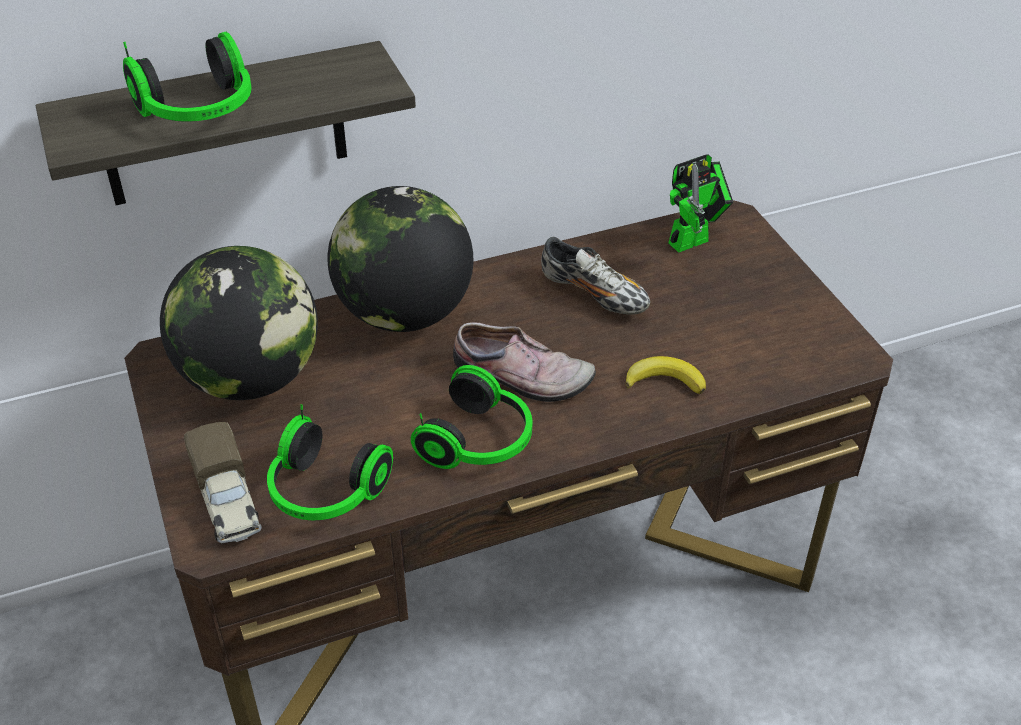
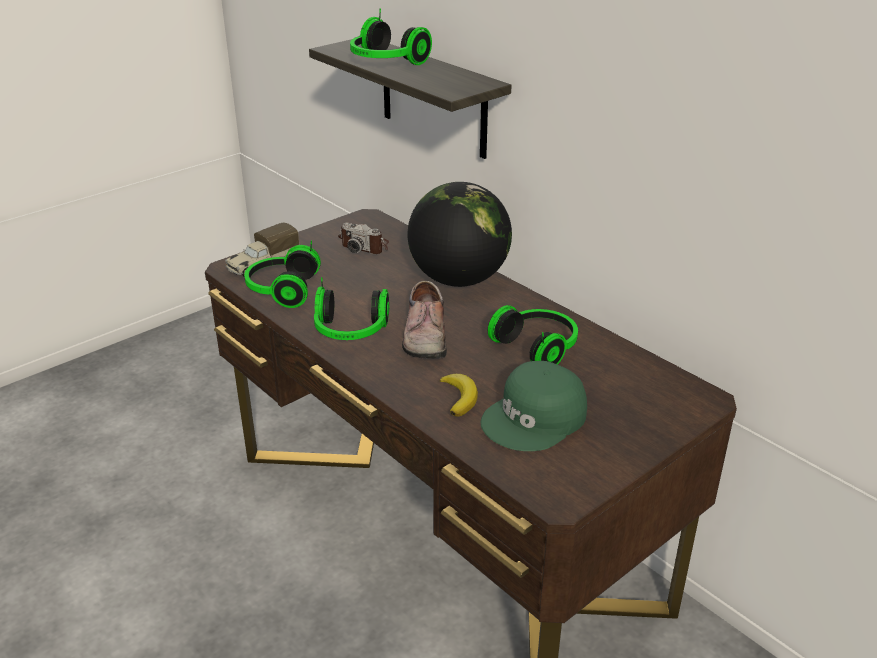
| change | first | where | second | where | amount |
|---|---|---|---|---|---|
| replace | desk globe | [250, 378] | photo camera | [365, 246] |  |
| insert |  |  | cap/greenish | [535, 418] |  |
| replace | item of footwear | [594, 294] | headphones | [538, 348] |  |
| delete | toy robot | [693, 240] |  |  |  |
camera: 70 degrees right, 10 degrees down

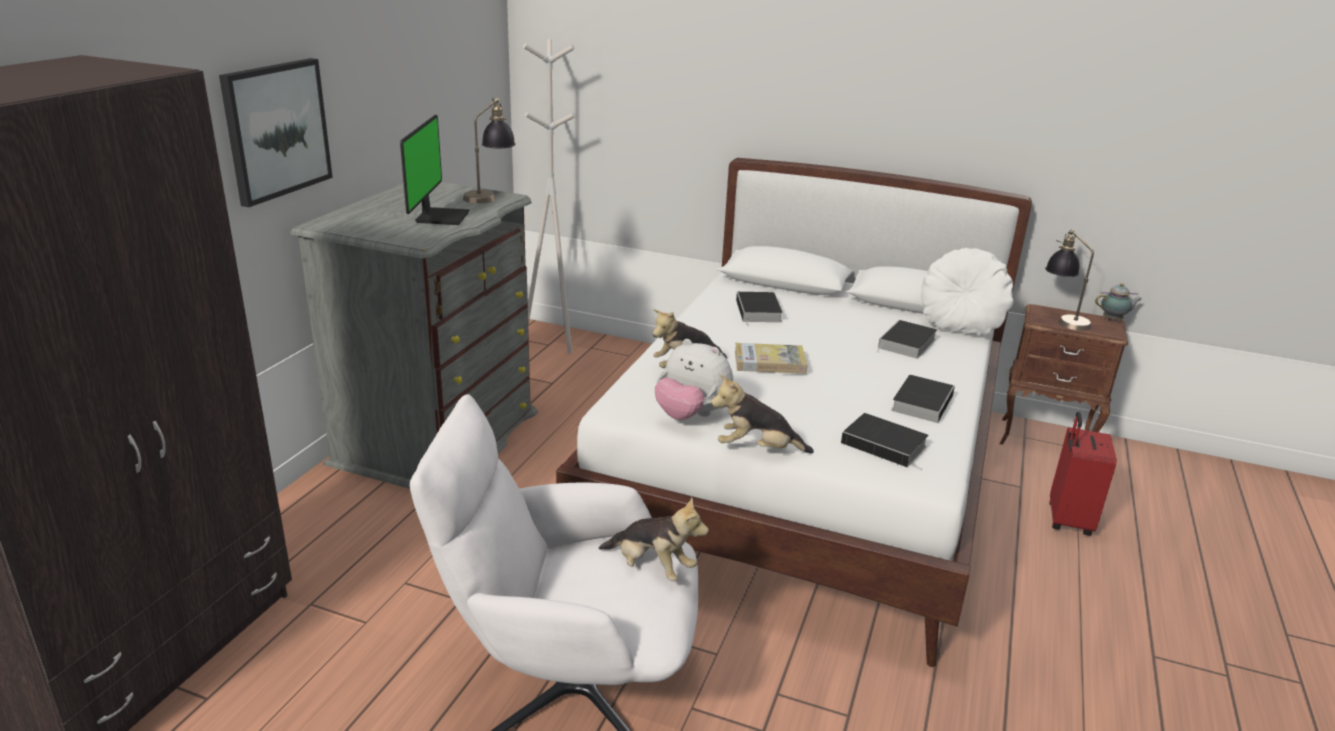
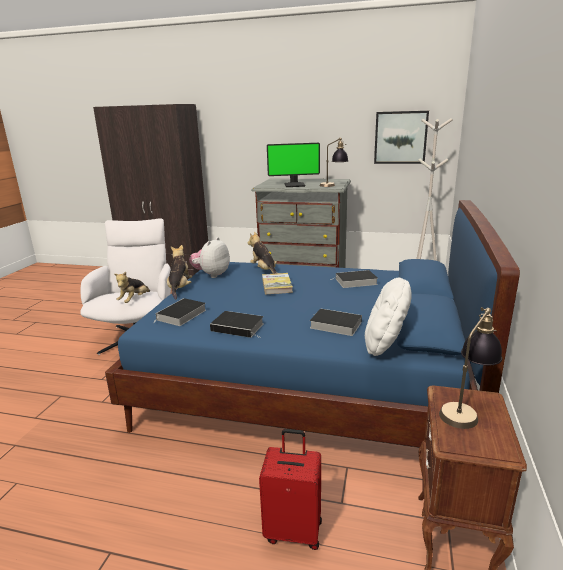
| change | first | where | second | where | amount |
|---|---|---|---|---|---|
| recolor | sleeping bed/white | [804, 478] | sleeping bed/blue | [307, 386] |  |
| move | picture | [276, 130] |  | [400, 137] |  |
| delete | teapot | [1113, 320] |  |  |  |
camera: 85 degrees right, 5 degrees down

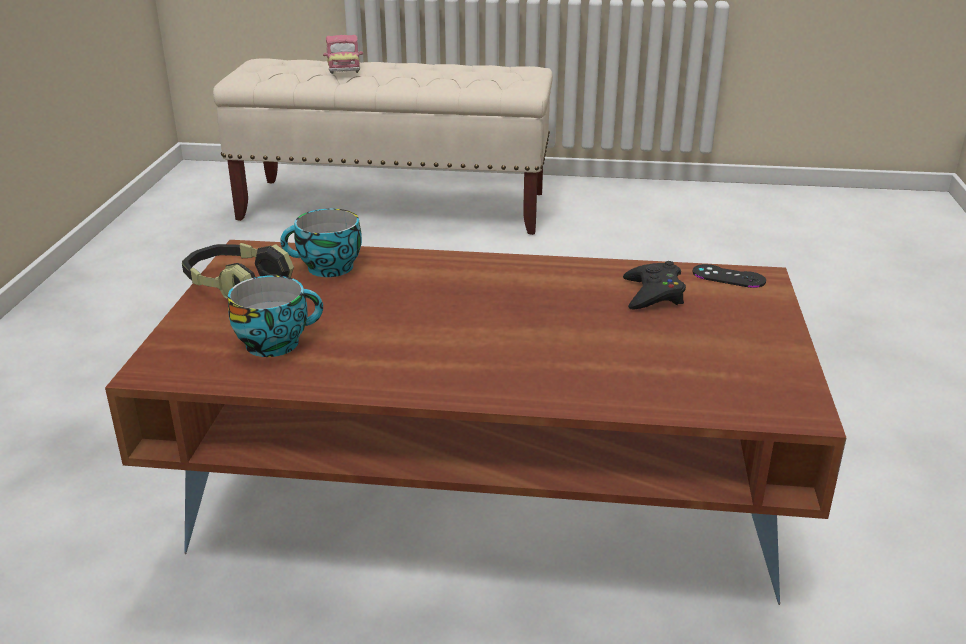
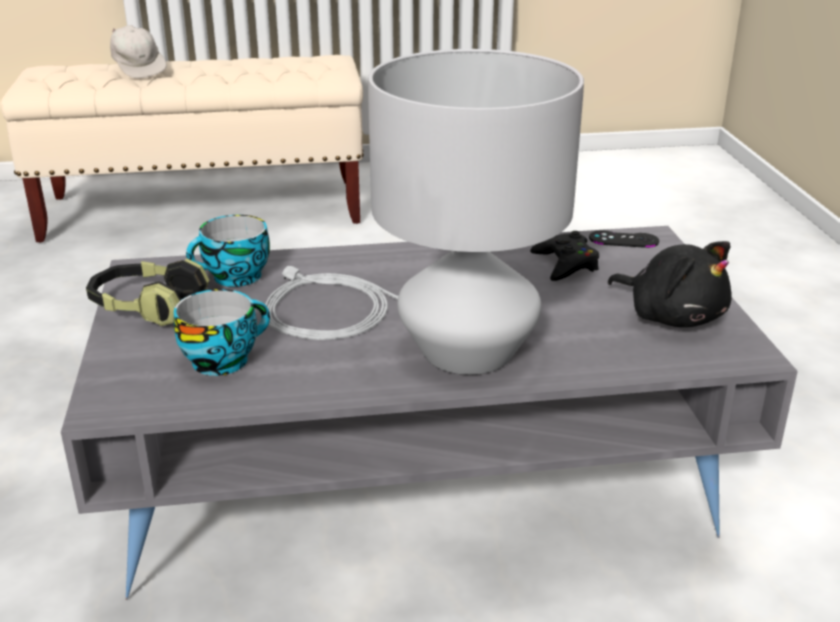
| change | first | where | second | where | amount |
|---|---|---|---|---|---|
| recolor | coffee table/brownish | [484, 515] | coffee table/greyish | [420, 504] |  |
| replace | model car | [343, 68] | cap/white | [139, 69] |  |
| insert |  |  | tabletop lamp/greyish | [410, 332] |  |
| insert |  |  | plush toy/black | [672, 316] |  |
camera: 15 degrees left, 0 degrees up

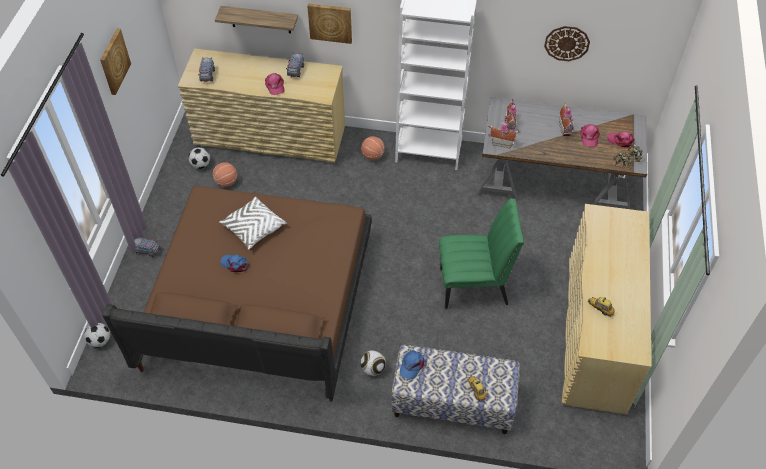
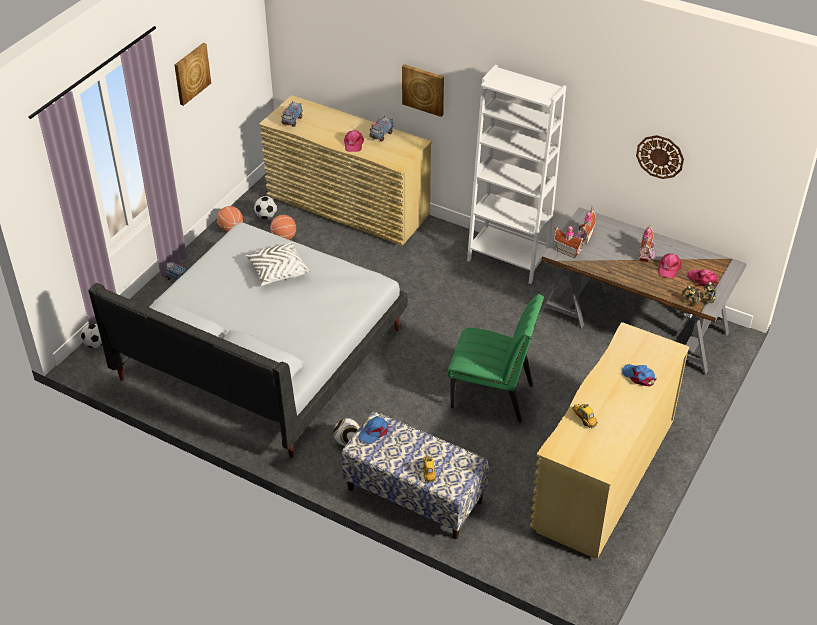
| change | first | where | second | where | amount |
|---|---|---|---|---|---|
| recolor | sleeping bed/brownish | [259, 304] | sleeping bed/greyish | [262, 353] |  |
| move | basketball | [372, 156] |  | [231, 228] |  |
| move | cap/blue | [235, 264] |  | [639, 376] |  |
| delete | wall shelf | [260, 19] |  |  |  |
camera: 20 degrees right, 10 degrees down

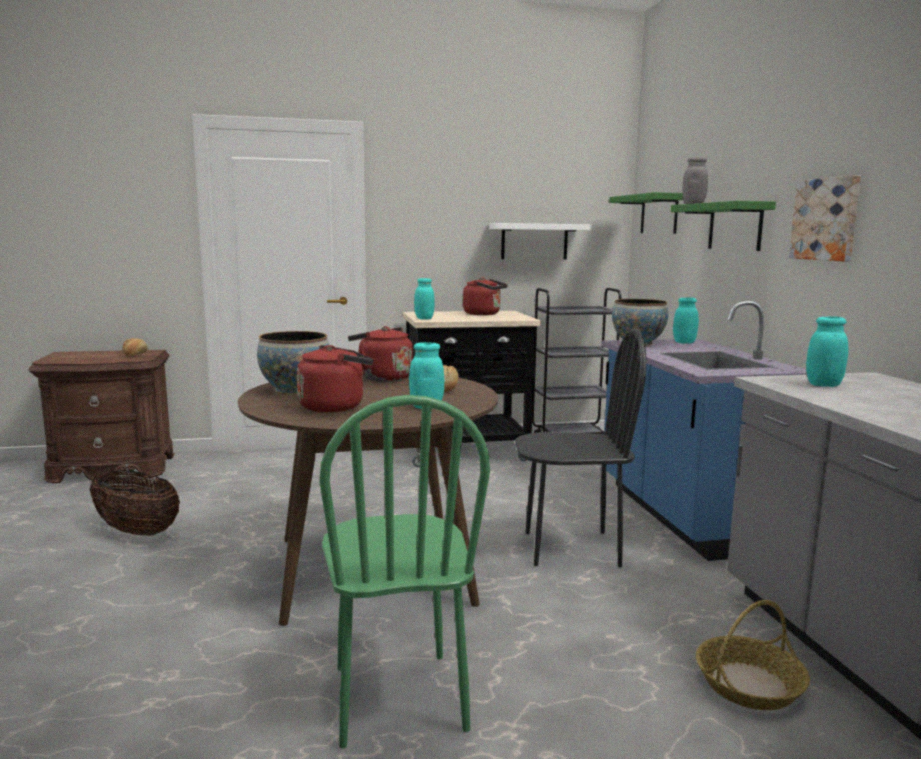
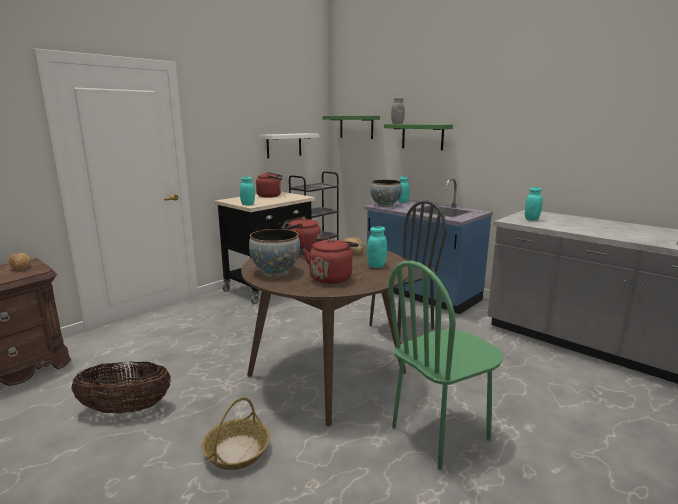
| change | first | where | second | where | amount |
|---|---|---|---|---|---|
| move | household basket | [749, 685] |  | [237, 451] |  |
| rotate | chair/greenish | [397, 697] |  | [440, 434] | 105 degrees clockwise |
| delete | picture | [827, 219] |  |  |  |
camera: 35 degrees left, 5 degrees up

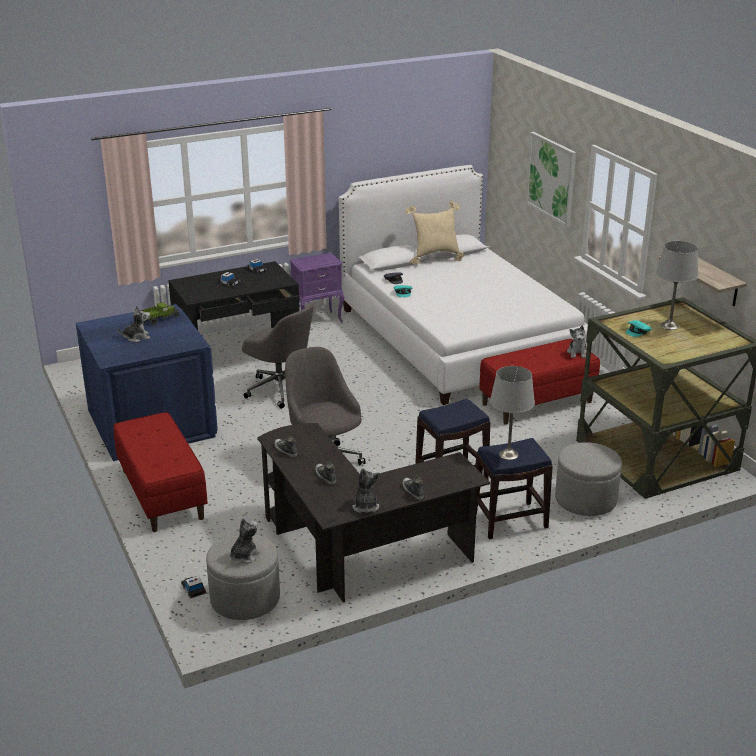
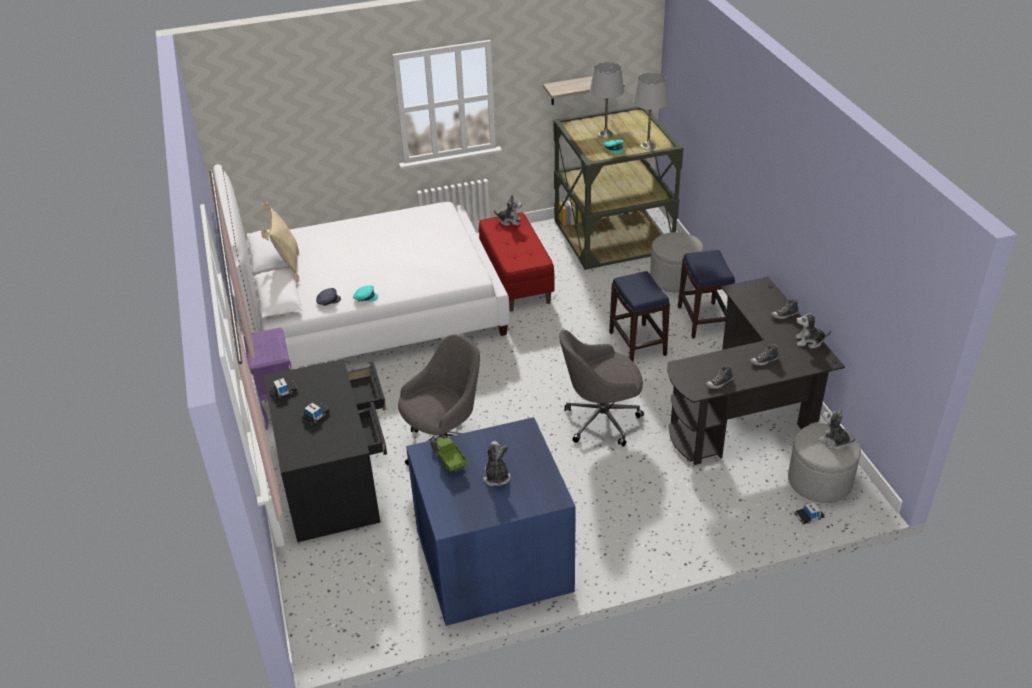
| change | first | where | second | where | amount |
|---|---|---|---|---|---|
| move | tabletop lamp/greyish | [508, 455] |  | [648, 146] |  |
| delete | indoor bench/red | [161, 494] |  |  |  |
| delete | picture | [551, 178] |  |  |  |
camera: 80 degrees left, 10 degrees up

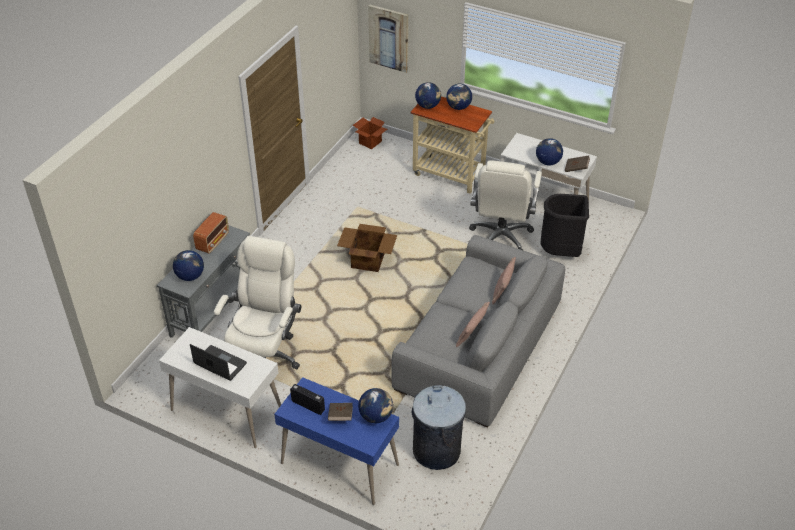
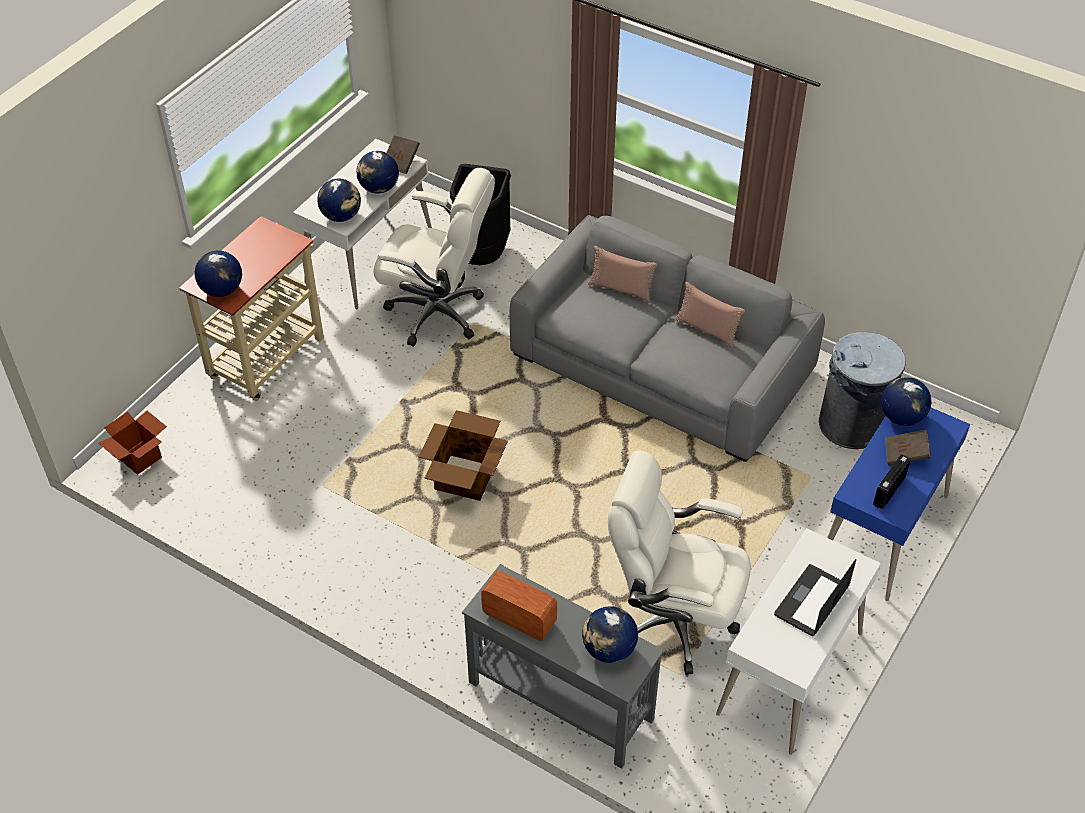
| change | first | where | second | where | amount |
|---|---|---|---|---|---|
| move | desk globe | [458, 107] |  | [341, 216] |  |
| delete | picture | [389, 38] |  |  |  |
camera: 85 degrees left, 5 degrees up

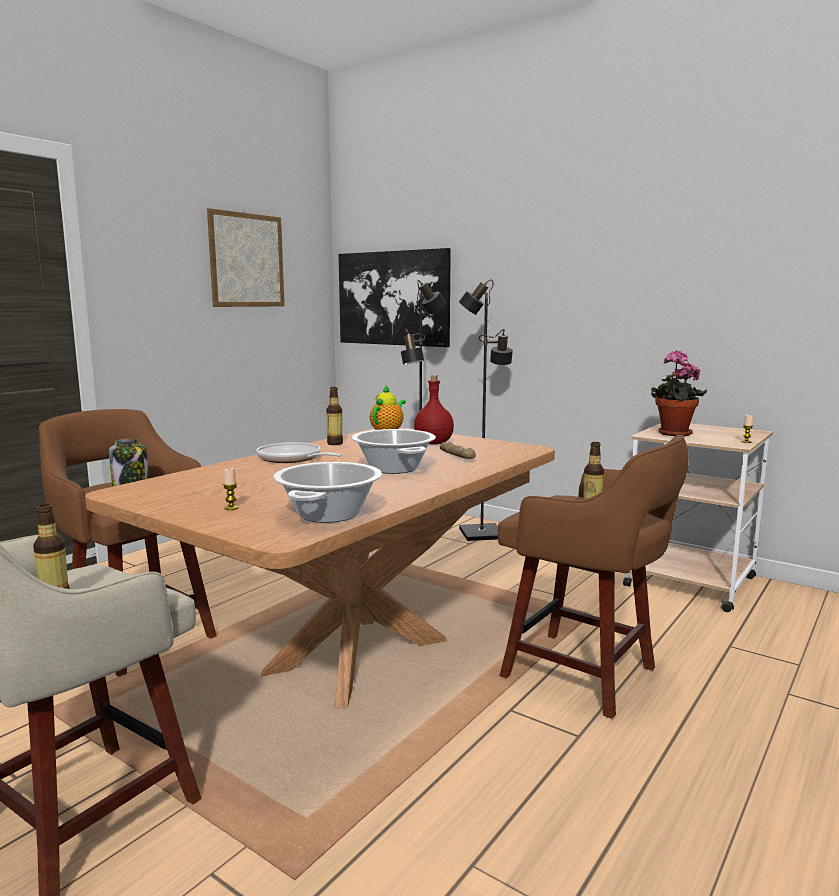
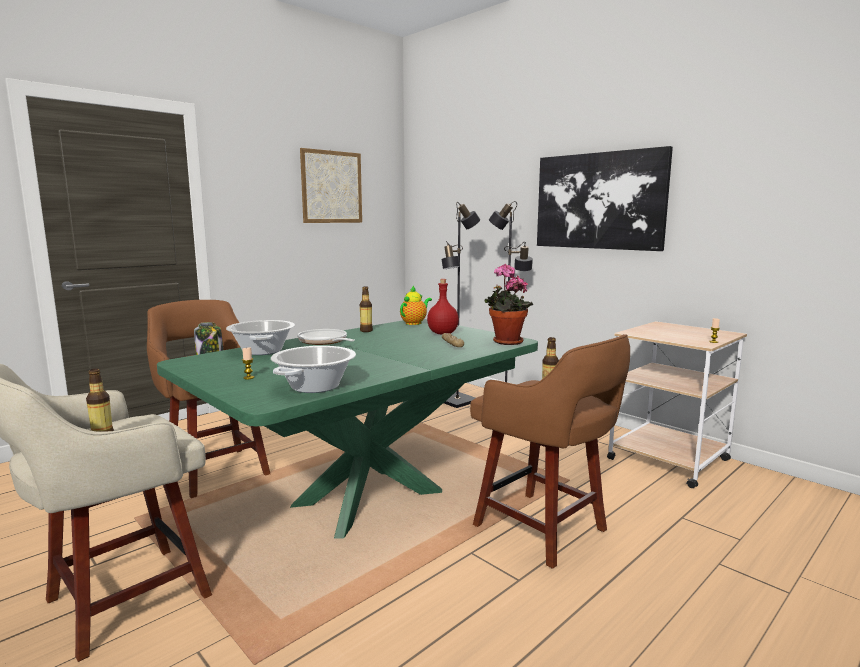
| change | first | where | second | where | amount |
|---|---|---|---|---|---|
| recolor | dinner table/brownish | [356, 656] | dinner table/greenish | [367, 498] |  |
| move | saucepot | [394, 468] |  | [263, 351] |  |
| move | plant in a pot | [673, 434] |  | [505, 342] |  |
| move | picture | [393, 298] |  | [599, 201] |  |
camera: 10 degrees right, 0 degrees up

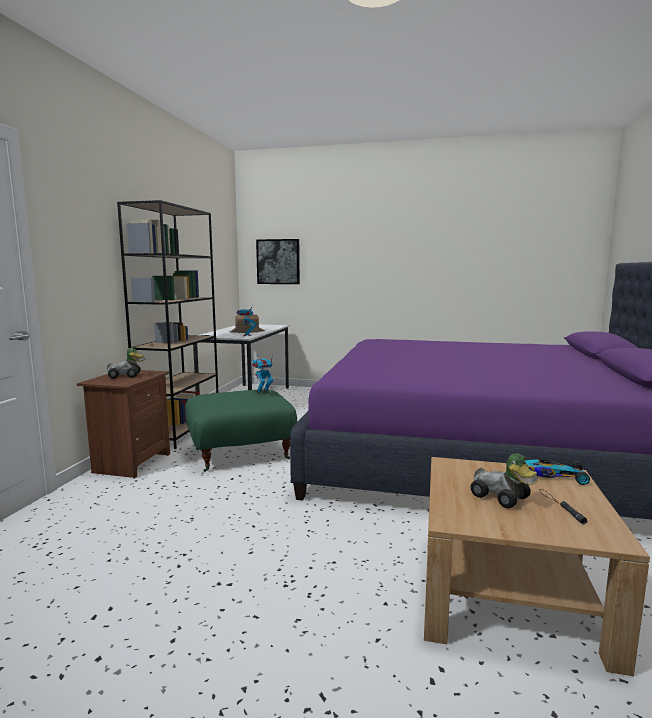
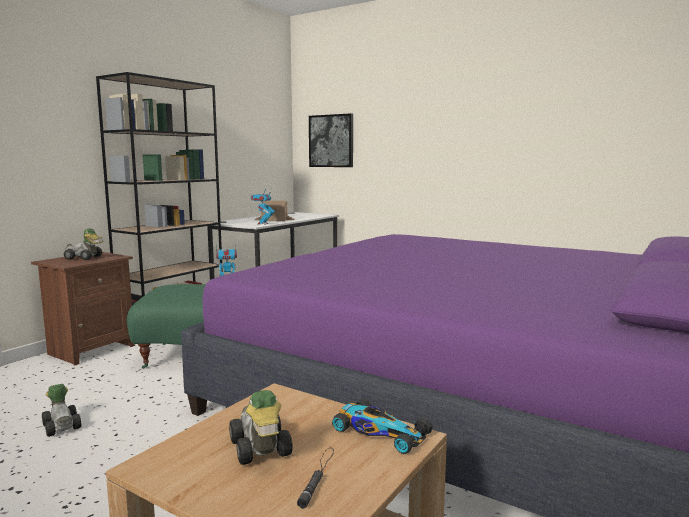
| change | first | where | second | where | amount |
|---|---|---|---|---|---|
| insert |  |  | model car | [62, 425] |  |
camera: 20 degrees right, 0 degrees up

